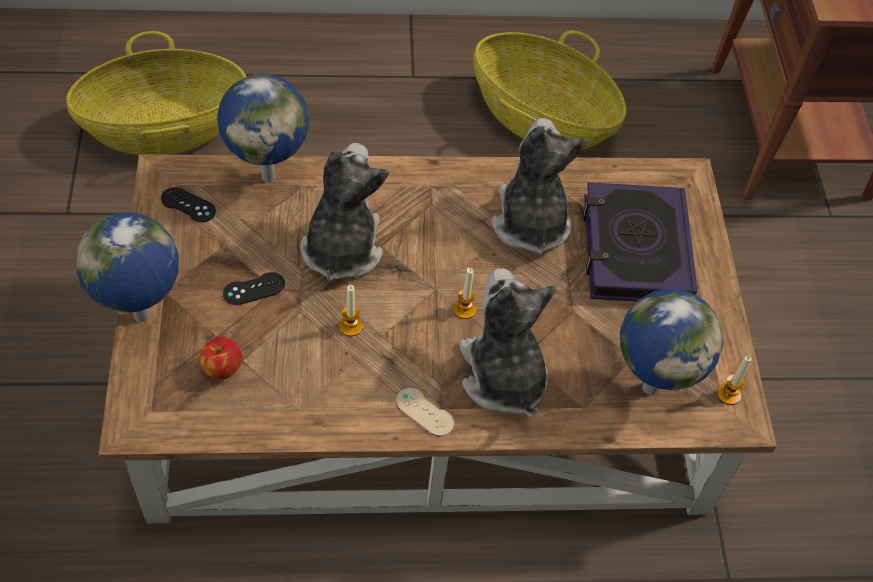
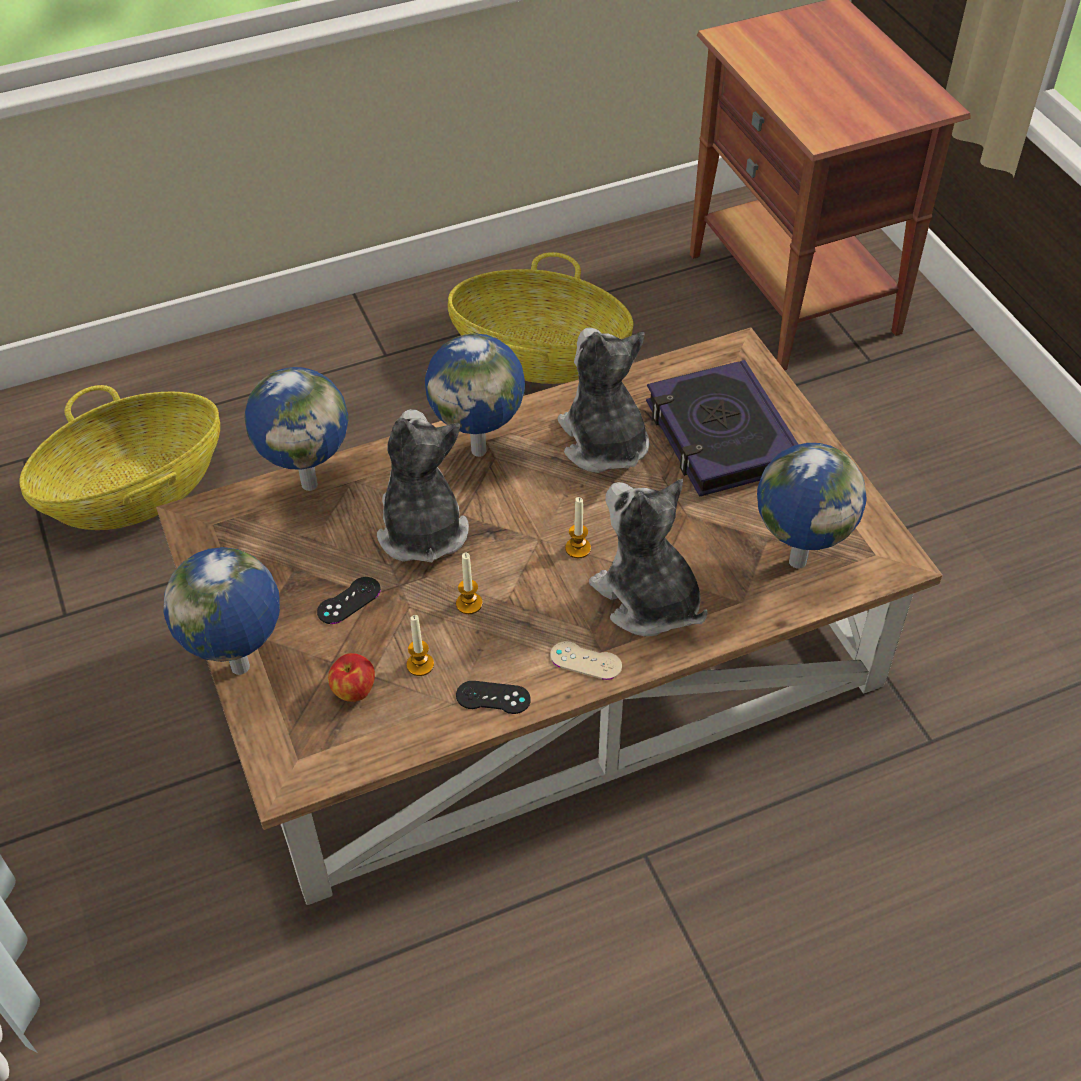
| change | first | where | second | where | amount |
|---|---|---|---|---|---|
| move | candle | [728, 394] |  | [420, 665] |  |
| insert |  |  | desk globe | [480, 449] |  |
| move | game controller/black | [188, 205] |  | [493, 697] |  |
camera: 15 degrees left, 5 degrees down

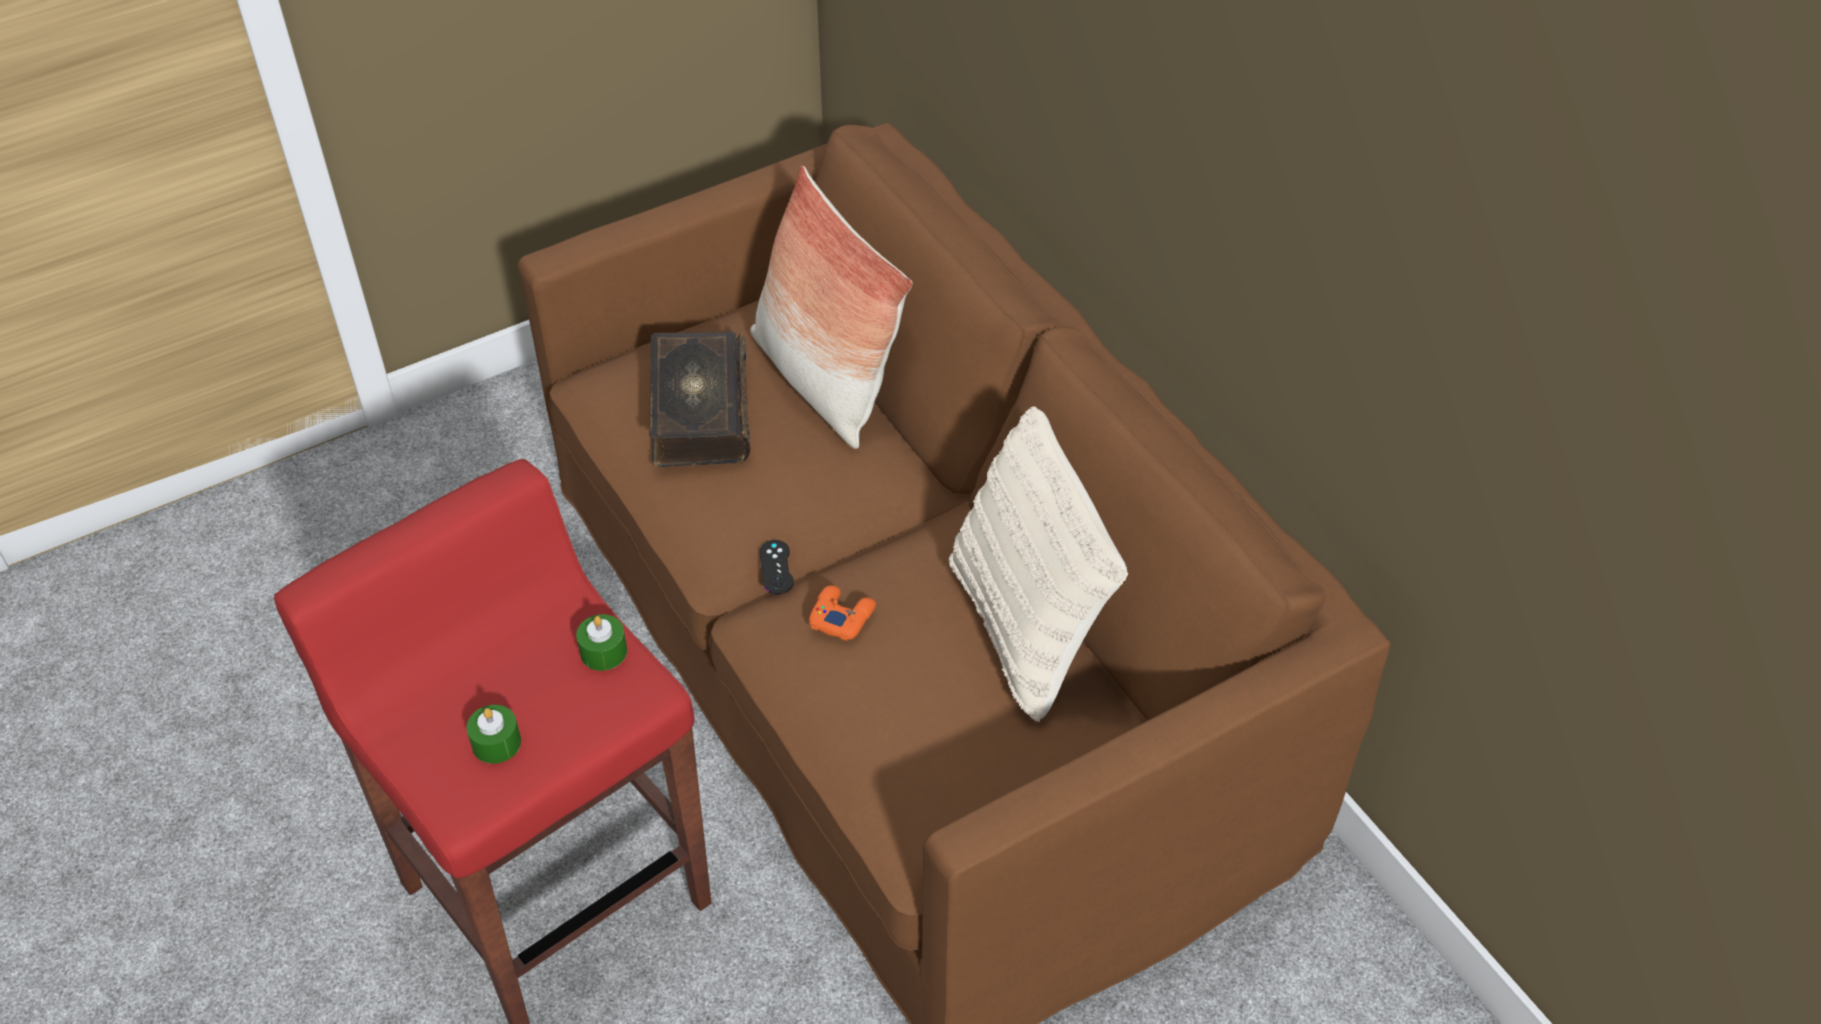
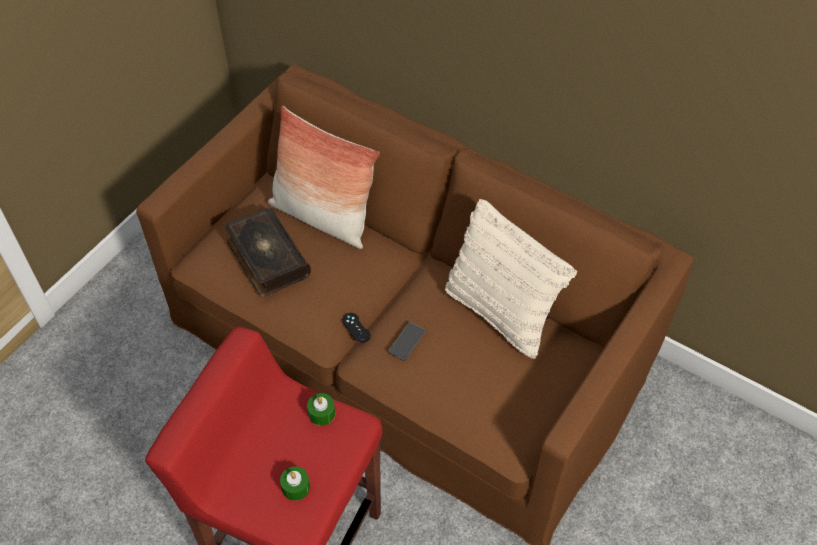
| change | first | where | second | where | amount |
|---|---|---|---|---|---|
| replace | game controller/orange | [841, 616] | handset | [407, 342] |  |
camera: 25 degrees left, 5 degrees up

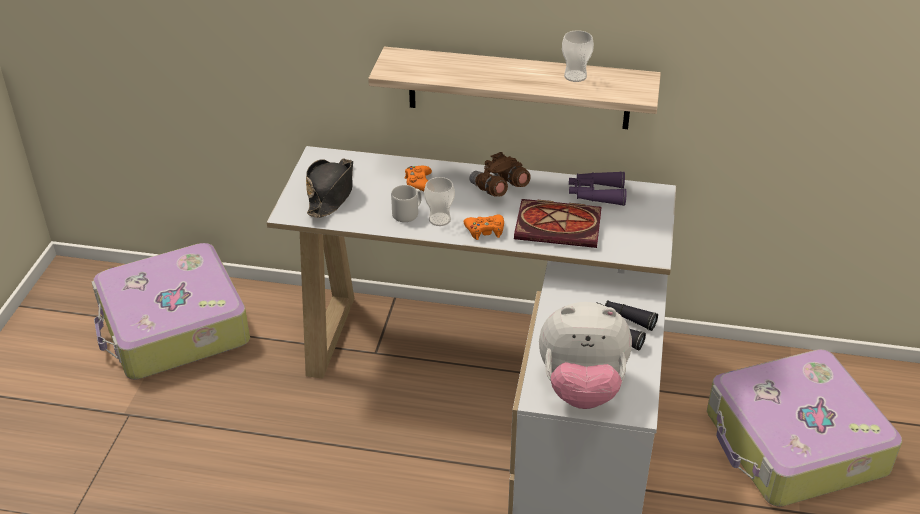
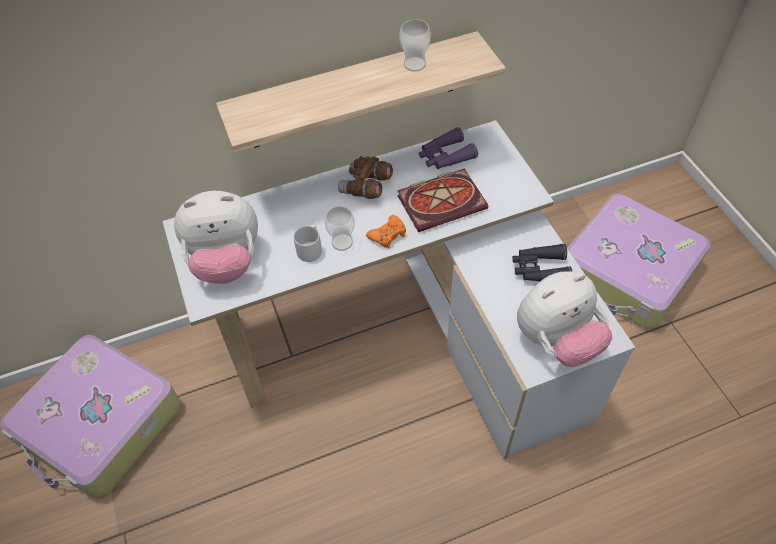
| change | first | where | second | where | amount |
|---|---|---|---|---|---|
| replace | hat/black | [331, 193] | plush toy | [226, 261] |  |
| delete | game controller/orange | [419, 184] |  |  |  |
camera: 30 degrees left, 15 degrees up

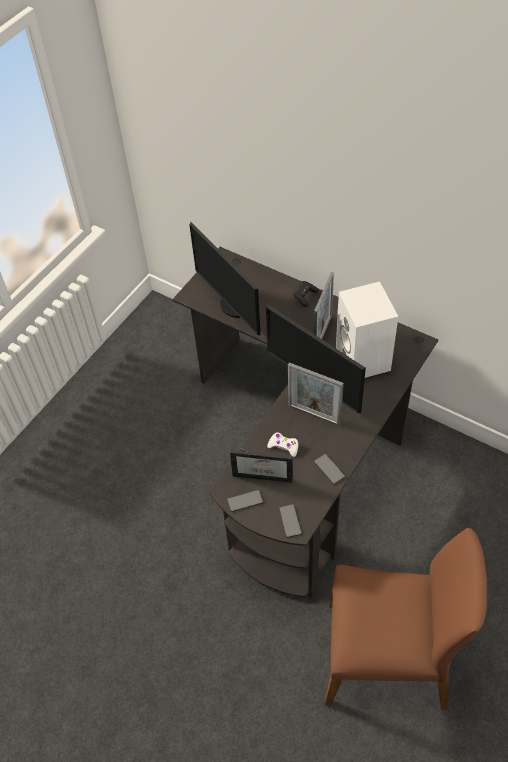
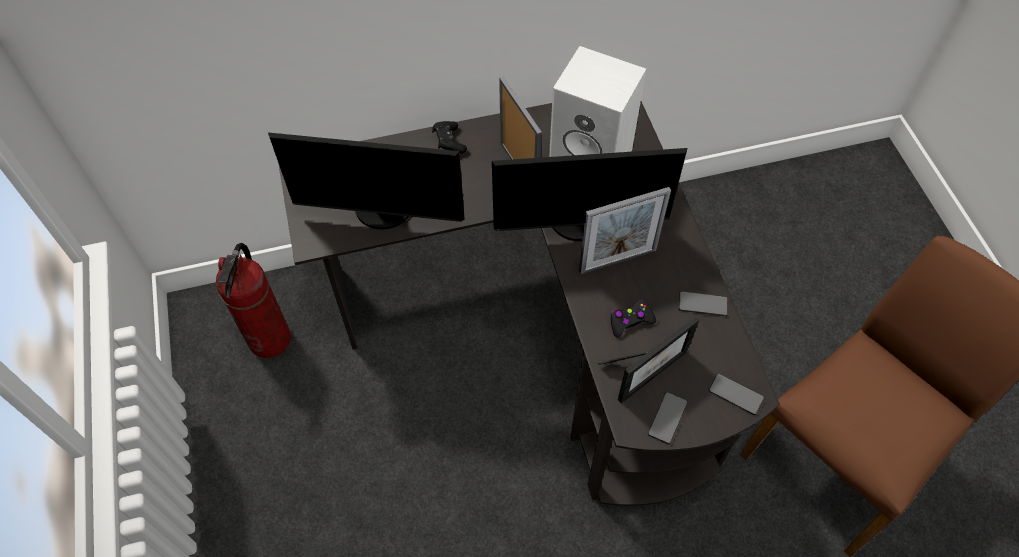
| change | first | where | second | where | amount |
|---|---|---|---|---|---|
| insert |  |  | extinguisher | [270, 339] |  |
| recolor | game controller/white | [284, 446] | game controller/black | [630, 321] |  |
camera: 50 degrees left, 5 degrees up

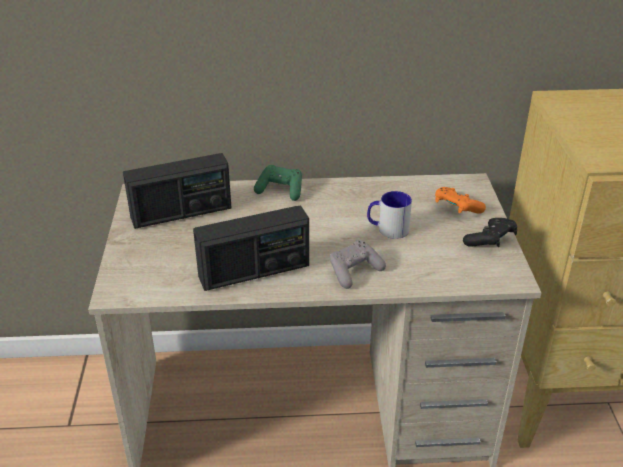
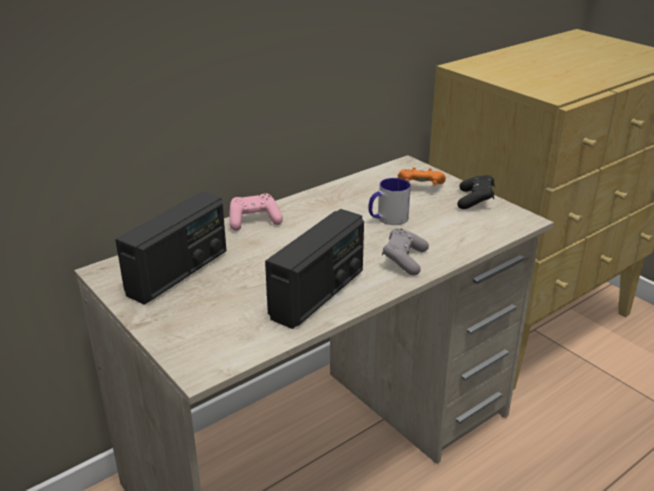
| change | first | where | second | where | amount |
|---|---|---|---|---|---|
| recolor | game controller/greenish | [280, 190] | game controller/pink | [254, 221] |  |
camera: 35 degrees left, 5 degrees down

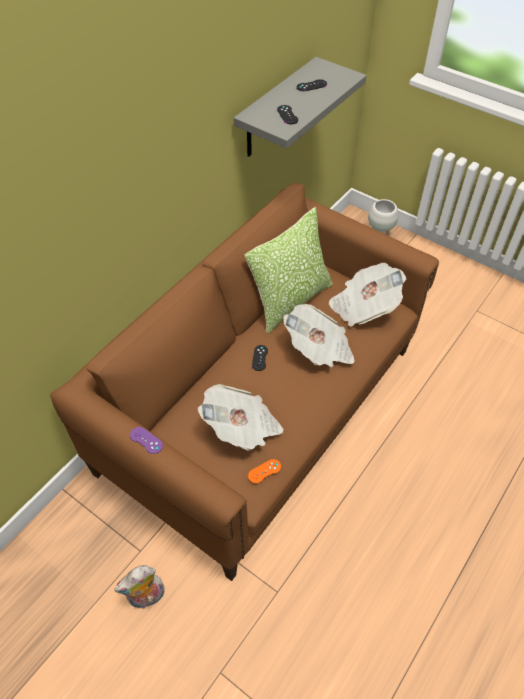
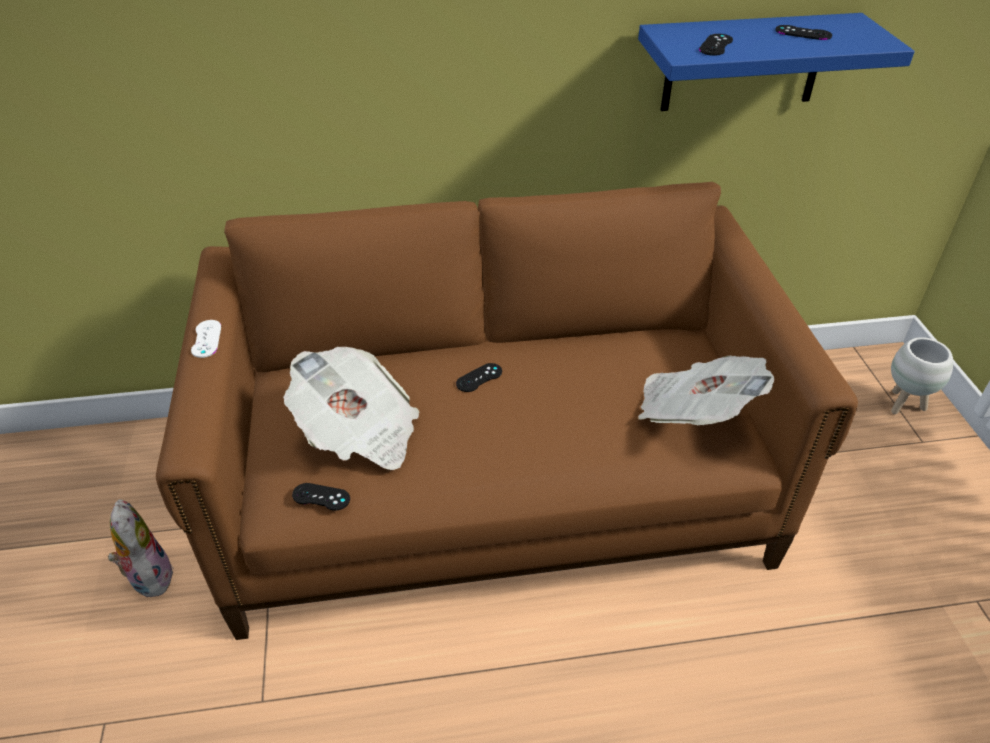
| change | first | where | second | where | amount |
|---|---|---|---|---|---|
| rotate | plush toy | [147, 598] |  | [148, 576] | 45 degrees clockwise |
| recolor | game controller/purplish | [146, 440] | game controller/white | [206, 339] |  |
| recolor | game controller/orange | [264, 471] | game controller/black | [321, 497] |  |
| recolor | wall shelf/greyish | [276, 110] | wall shelf/blue | [743, 63] |  |
| delete | cushion | [290, 301] |  |  |  |
| delete | printed paper | [319, 349] |  |  |  |
camera: 45 degrees right, 10 degrees down

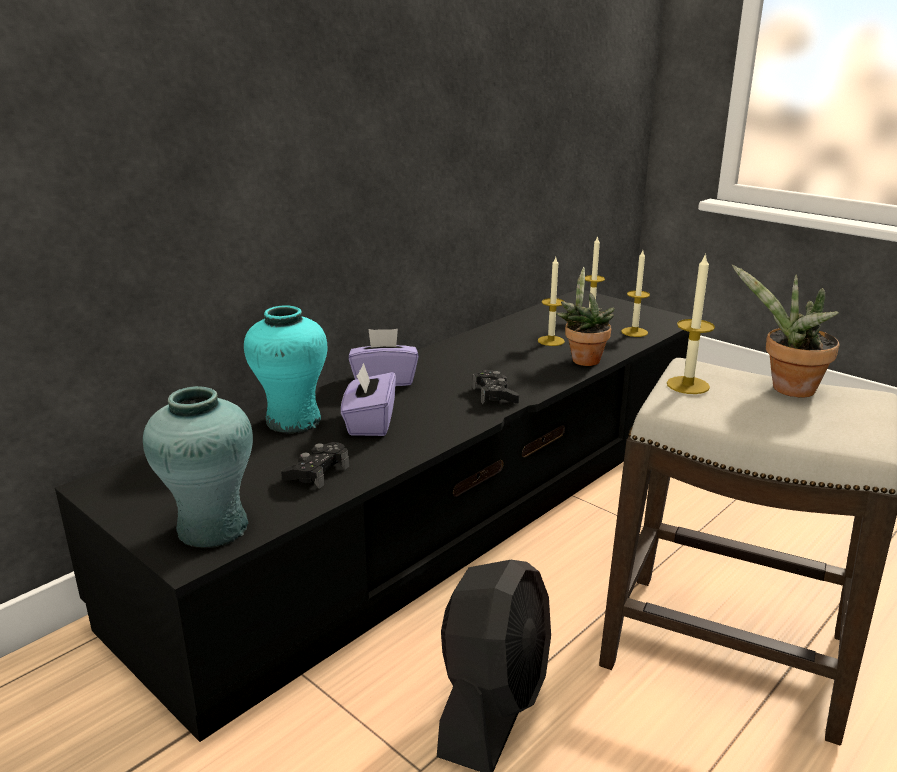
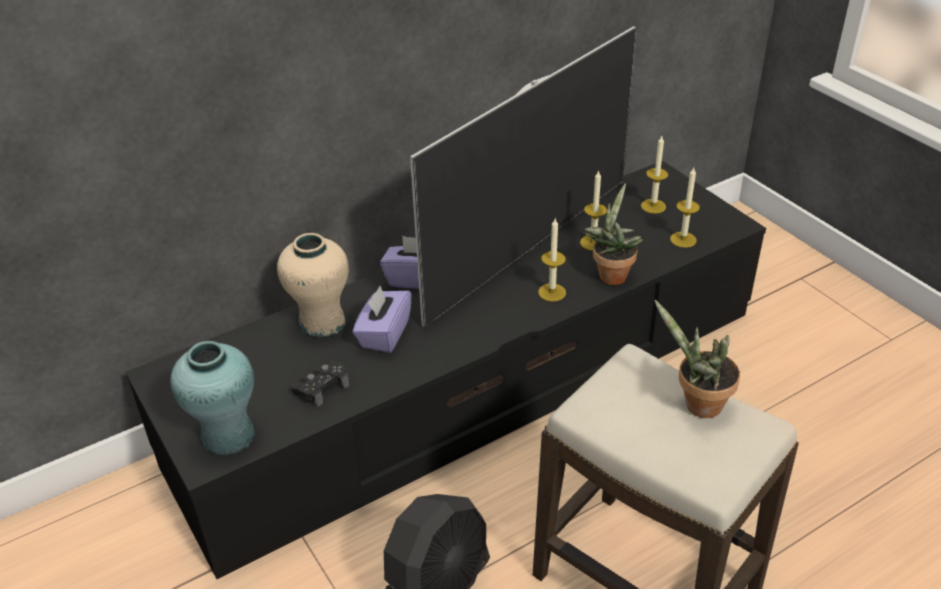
| change | first | where | second | where | amount |
|---|---|---|---|---|---|
| recolor | vase/turquoise | [293, 421] | vase/beige-coloured | [322, 322] |  |
| insert |  |  | TV | [529, 248] |  |
| move | candle | [688, 385] |  | [552, 292] |  |
| delete | game controller/black | [494, 395] |  |  |  |
camera: 15 degrees right, 15 degrees up

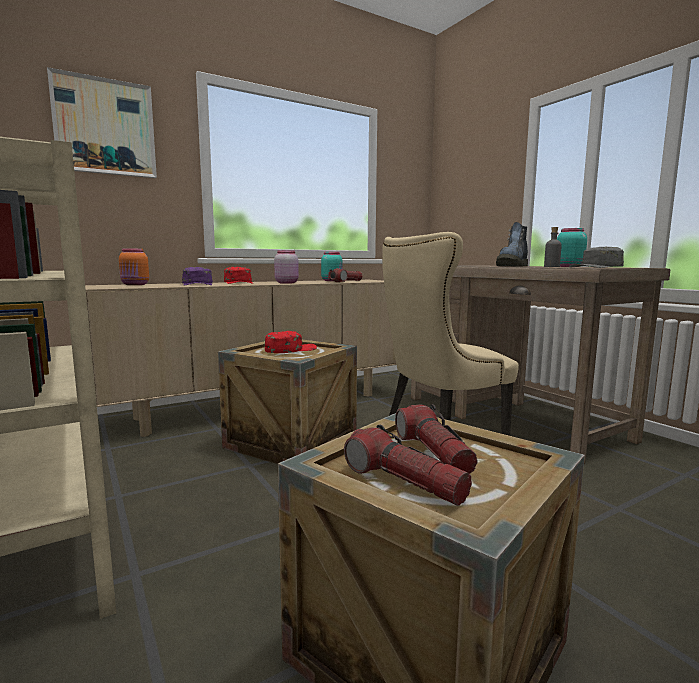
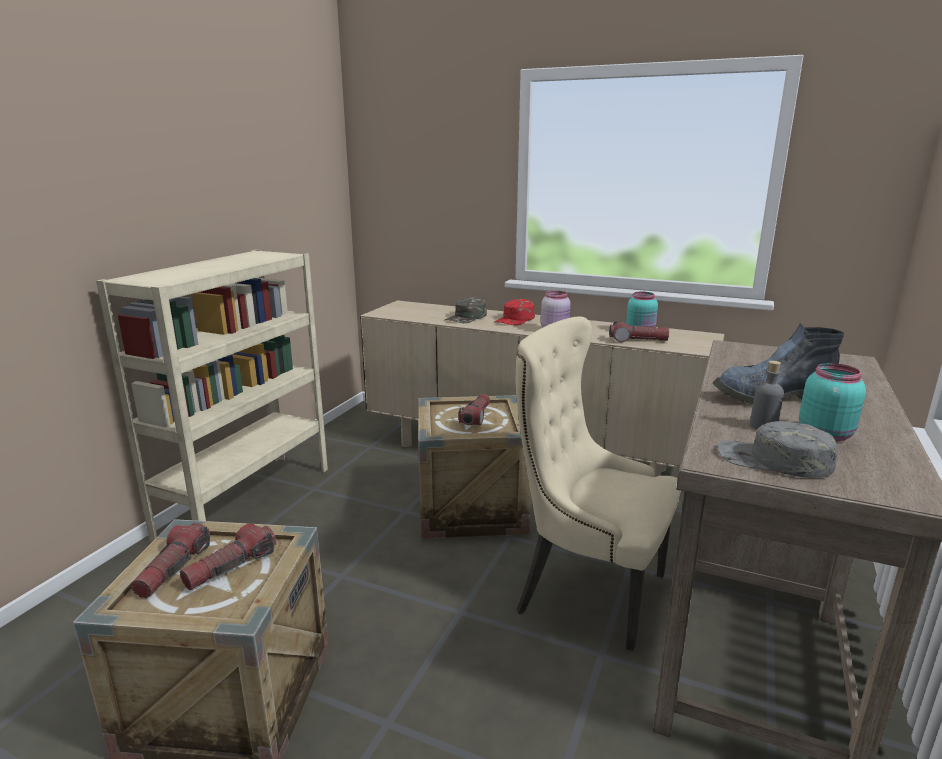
| change | first | where | second | where | amount |
|---|---|---|---|---|---|
| recolor | cap/purplish | [198, 284] | cap/greenish | [466, 317] |  |
| replace | cap/red | [290, 350] | torch | [476, 417] |  |
| delete | picture | [105, 127] |  |  |  |
| delete | preserve jar/orange | [135, 284] |  |  |  |
camera: 55 degrees right, 10 degrees up

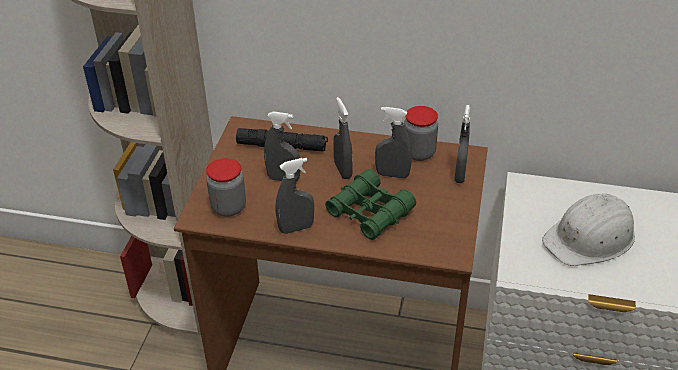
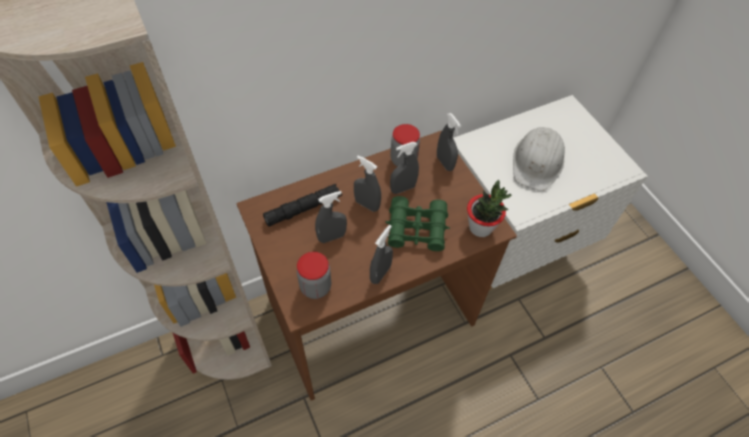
| change | first | where | second | where | amount |
|---|---|---|---|---|---|
| insert |  |  | plant in a pot | [480, 227] |  |
camera: 40 degrees left, 15 degrees up

